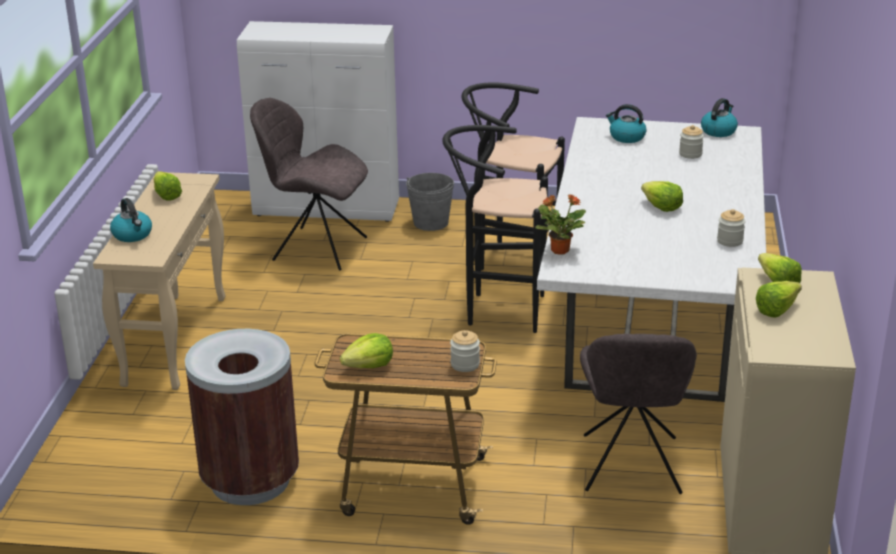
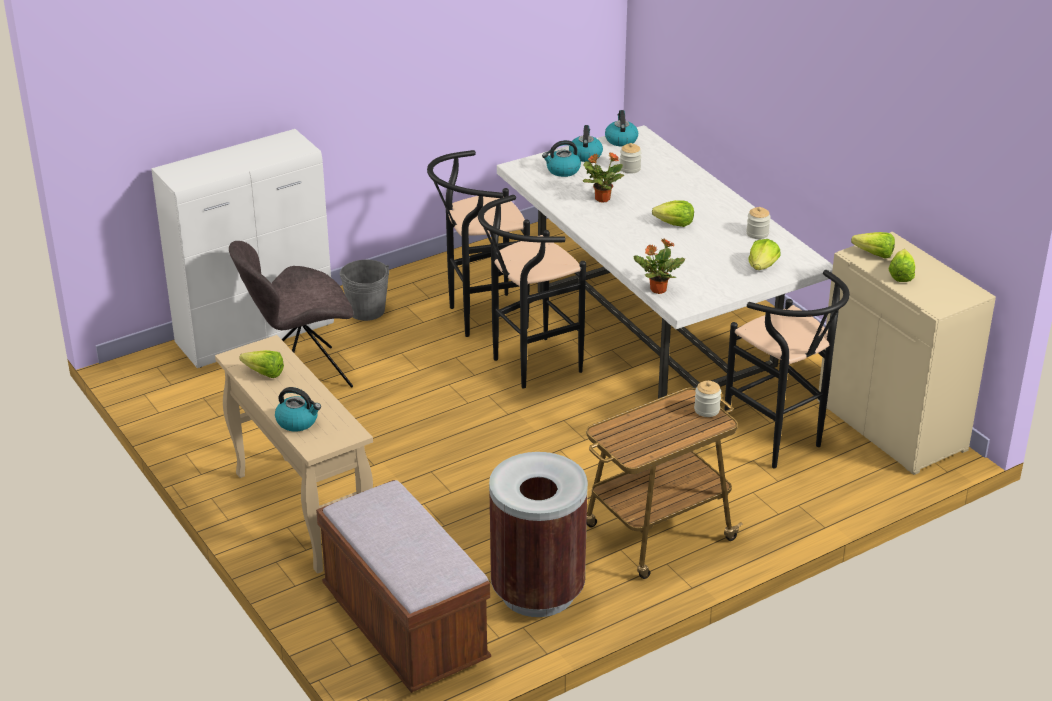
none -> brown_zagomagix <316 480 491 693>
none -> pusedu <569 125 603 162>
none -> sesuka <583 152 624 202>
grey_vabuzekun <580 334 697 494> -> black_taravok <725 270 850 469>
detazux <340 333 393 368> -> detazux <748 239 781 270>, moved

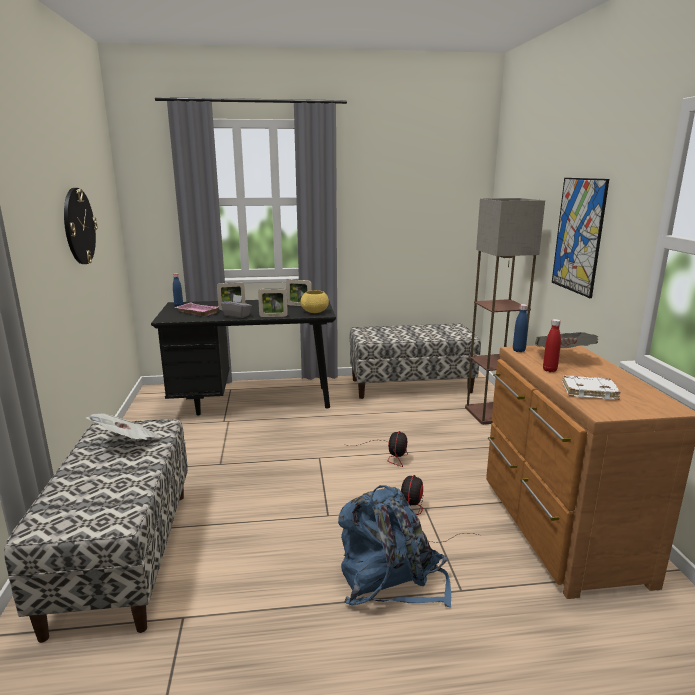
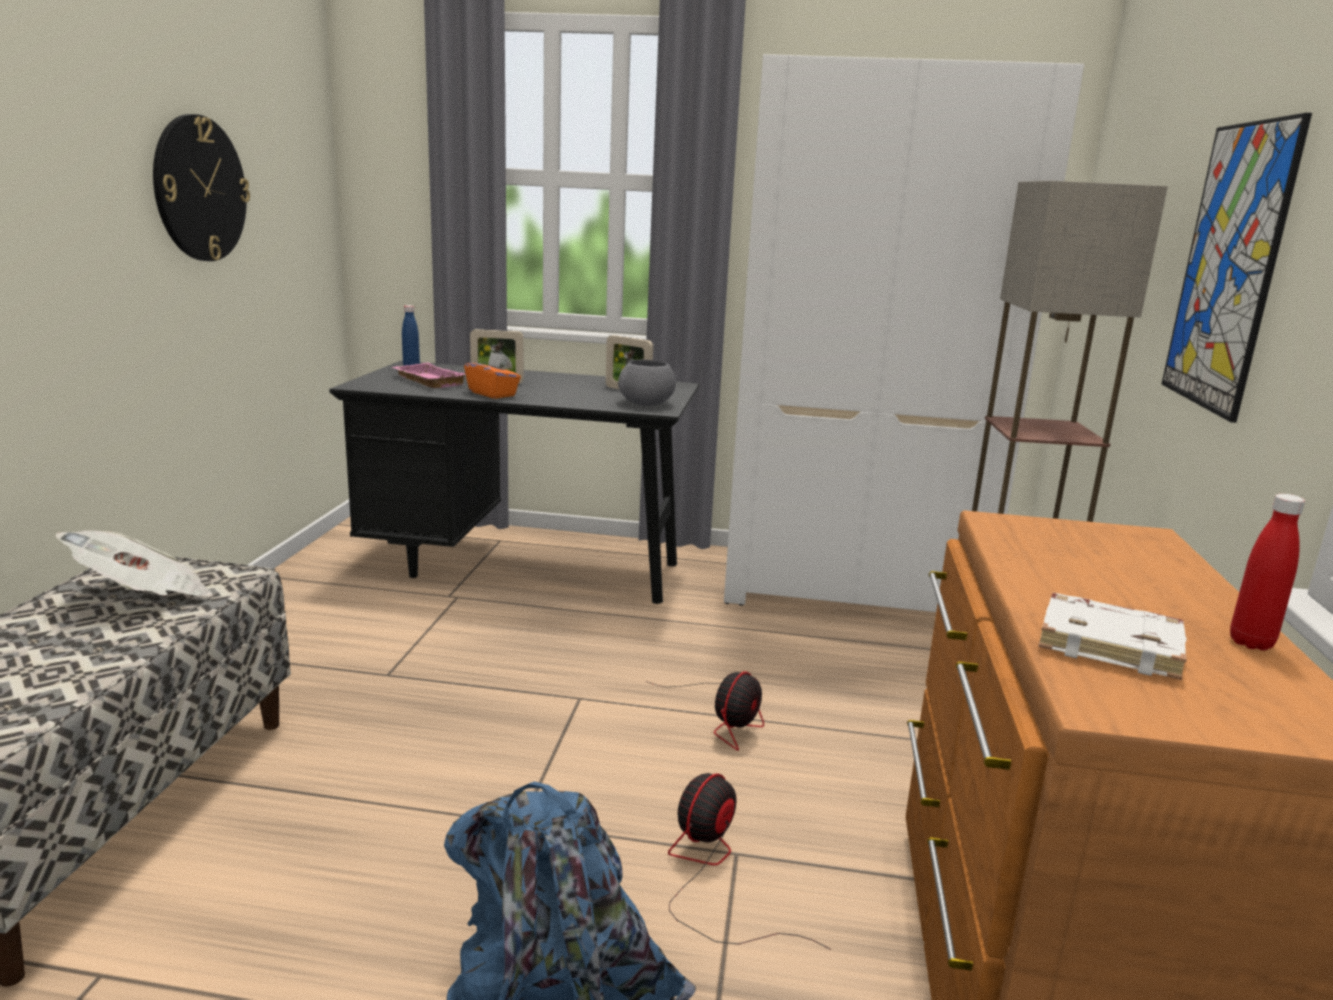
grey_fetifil <221 295 252 318> -> orange_fetifil <464 352 521 399>
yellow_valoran <300 290 329 313> -> grey_valoran <618 360 676 406>
zagomagix <350 323 481 399> -> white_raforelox <724 54 1084 612>
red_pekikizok <543 319 561 372> -> red_pekikizok <1230 494 1305 651>, moved
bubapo <258 289 288 317> -> none
blue_pekikizok <513 304 528 352> -> none
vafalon <535 332 598 348> -> none

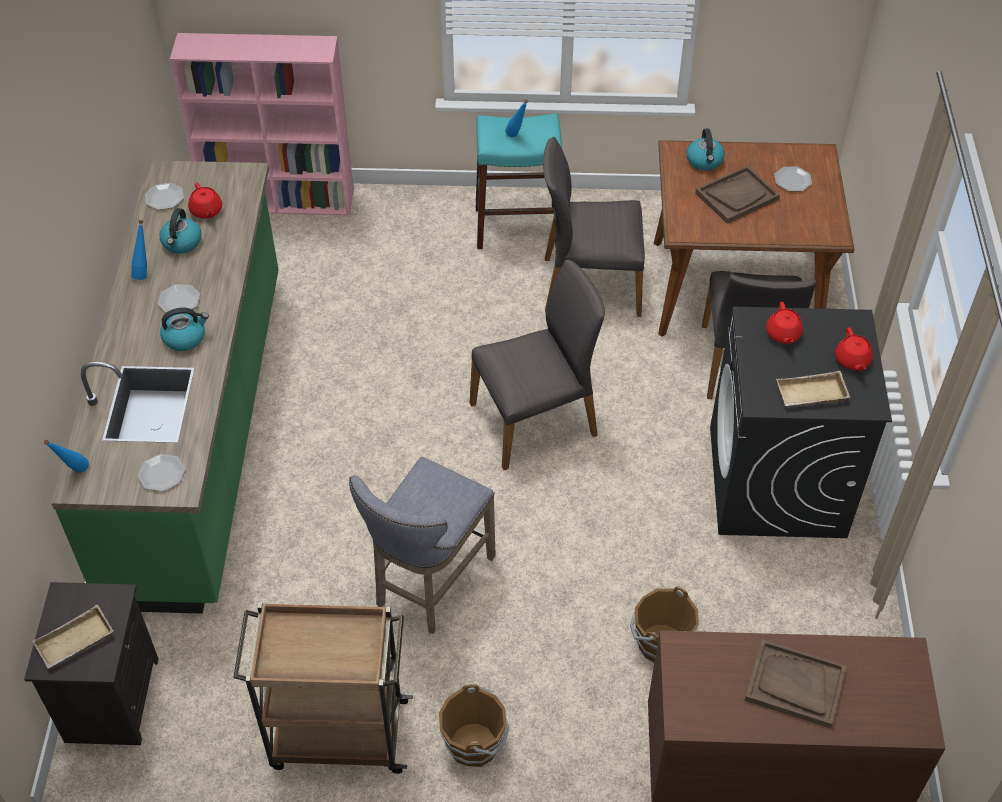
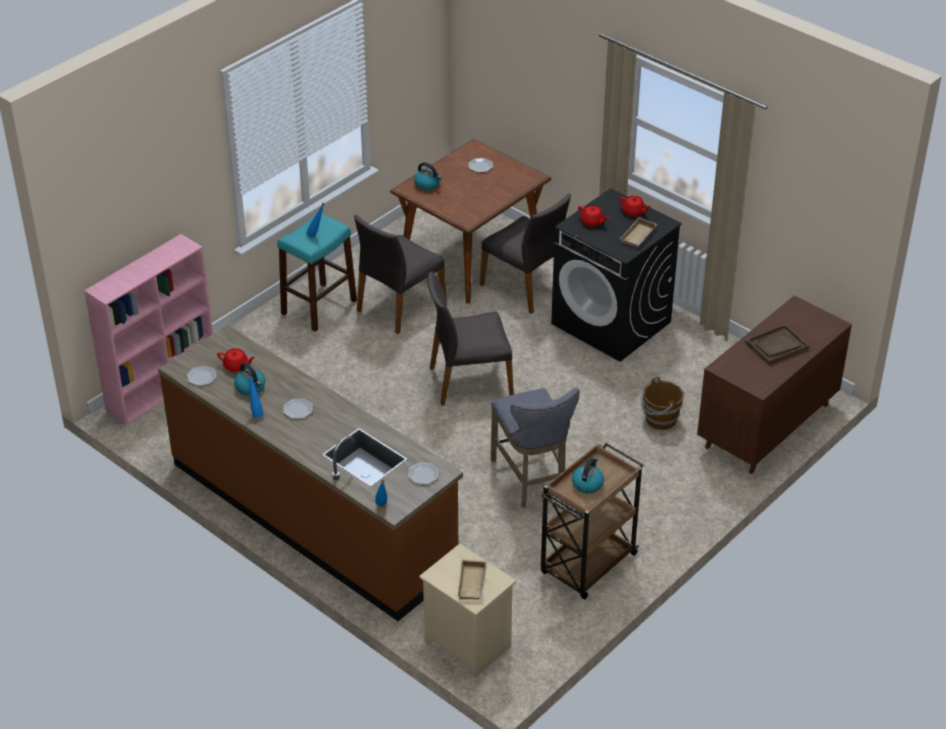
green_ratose <51 160 279 614> -> brown_ratose <158 325 463 621>
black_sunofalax <24 582 159 745> -> beige_sunofalax <419 544 516 678>
grey_vabuzekun <469 260 605 470> -> grey_vabuzekun <427 272 514 405>, 120 degrees counterclockwise
pusedu <160 307 209 351> -> pusedu <572 458 604 493>, moved
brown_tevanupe <439 684 509 767> -> none
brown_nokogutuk <695 165 780 224> -> none

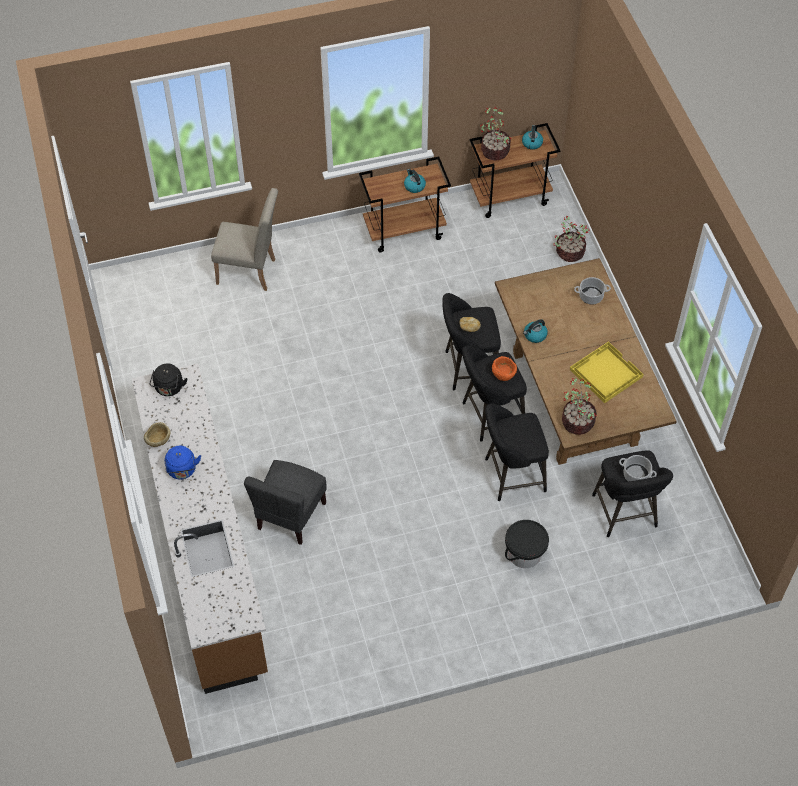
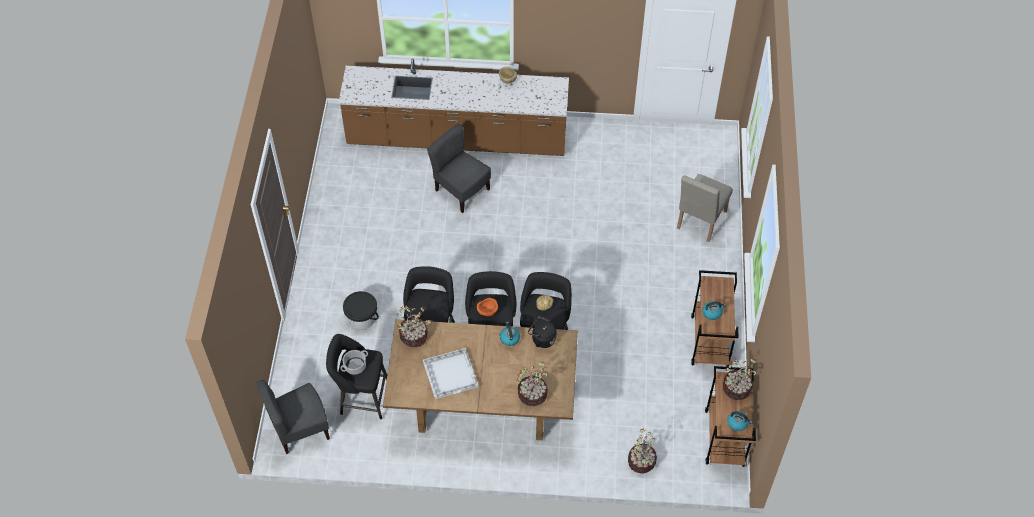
none -> grey_vabuzekun <257 380 330 454>
yellow_nokogutuk <570 341 644 403> -> white_nokogutuk <423 348 479 399>
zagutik <574 277 611 304> -> sesuka <517 361 549 406>
black_pusedu <149 363 188 396> -> black_pusedu <528 316 557 348>, moved
blue_pusedu <165 446 201 479> -> none

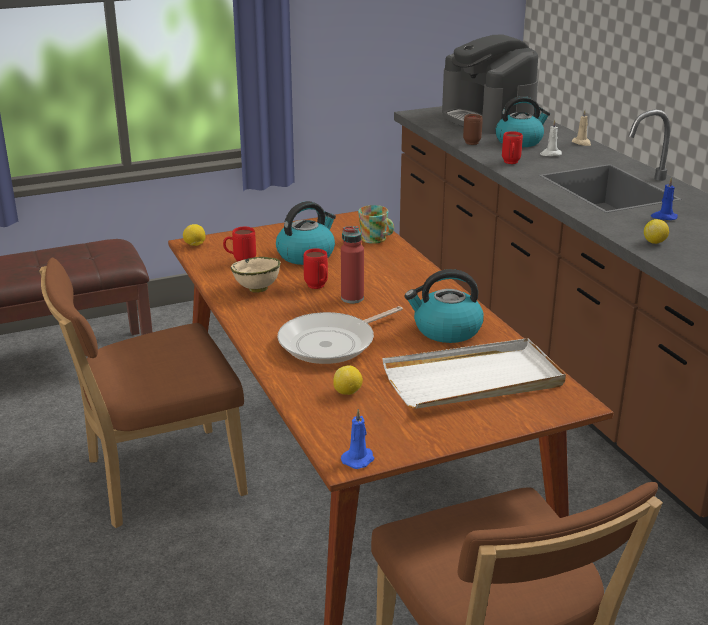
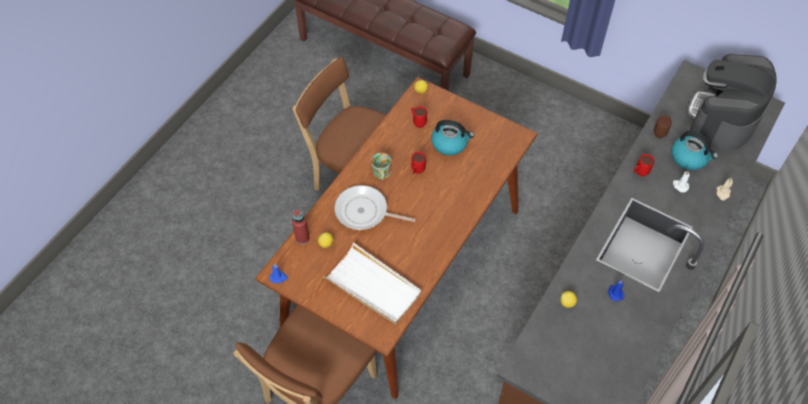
red_pekikizok <341 226 364 303> -> red_pekikizok <292 209 310 244>, moved
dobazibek <358 205 394 244> -> dobazibek <371 153 391 180>, moved
beige_valoran <231 257 281 292> -> none
pusedu <404 269 484 343> -> none

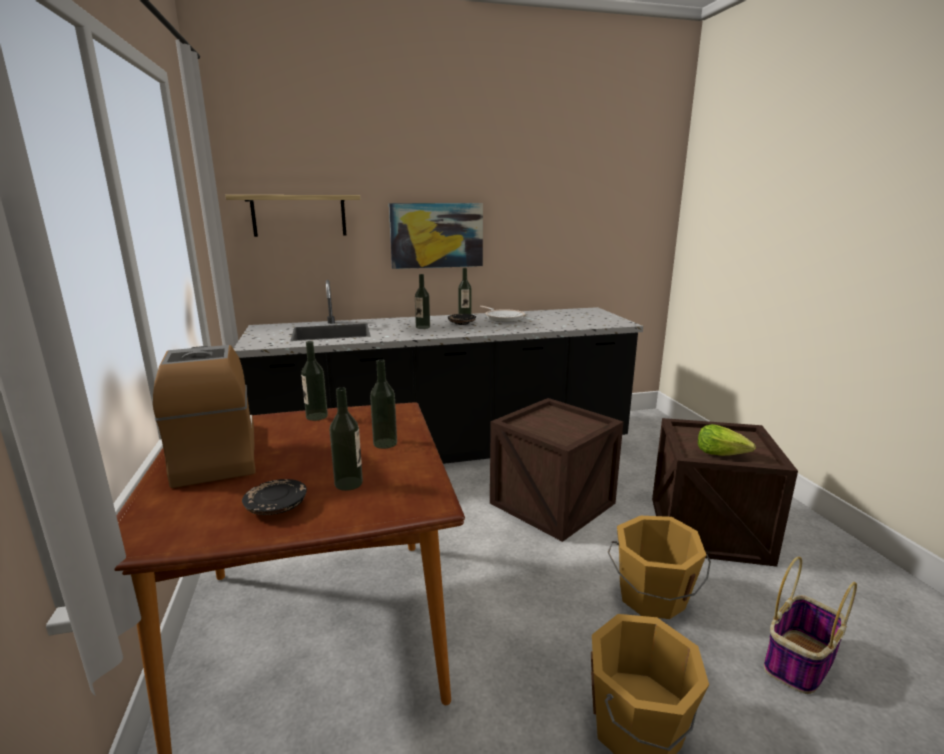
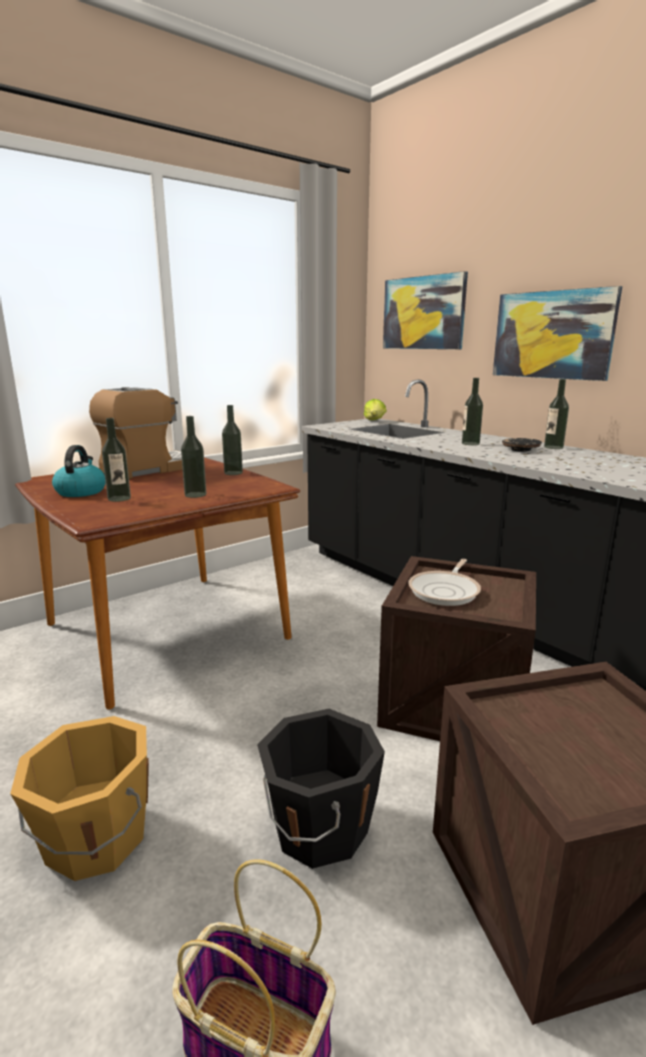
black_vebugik <242 479 307 515> -> pusedu <52 445 106 497>
orange_tevanupe <608 516 711 619> -> black_tevanupe <257 709 385 869>
detazux <698 424 756 456> -> detazux <364 399 386 420>, moved
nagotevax <225 195 360 237> -> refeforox <383 271 468 349>
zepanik <480 306 525 322> -> zepanik <408 559 481 606>, moved

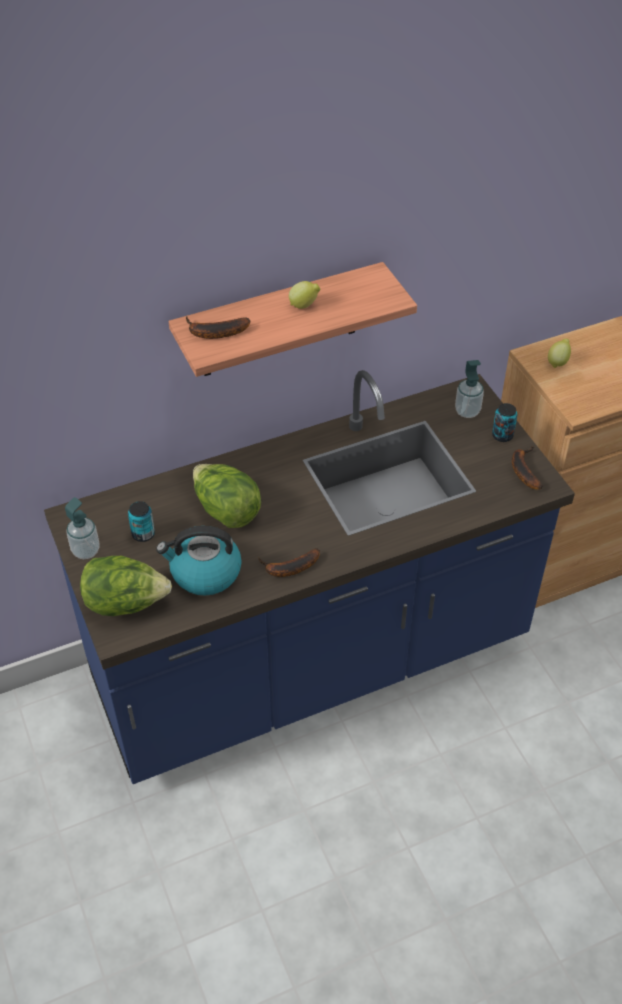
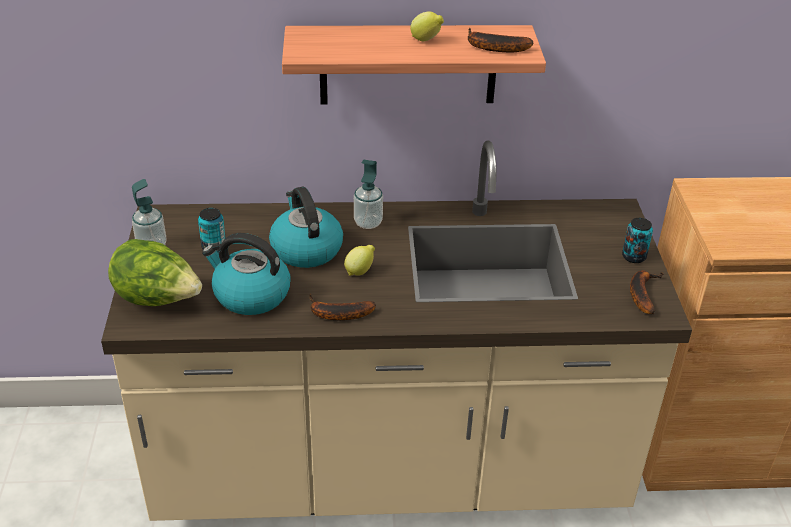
blue_ratose <44 370 575 784> -> beige_ratose <101 141 692 521>
detazux <193 464 261 528> -> pusedu <269 187 343 268>
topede <548 339 571 368> -> topede <344 245 375 276>, moved
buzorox <455 360 484 418> -> buzorox <354 160 383 229>, moved
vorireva <186 316 250 339> -> vorireva <468 28 533 52>, moved

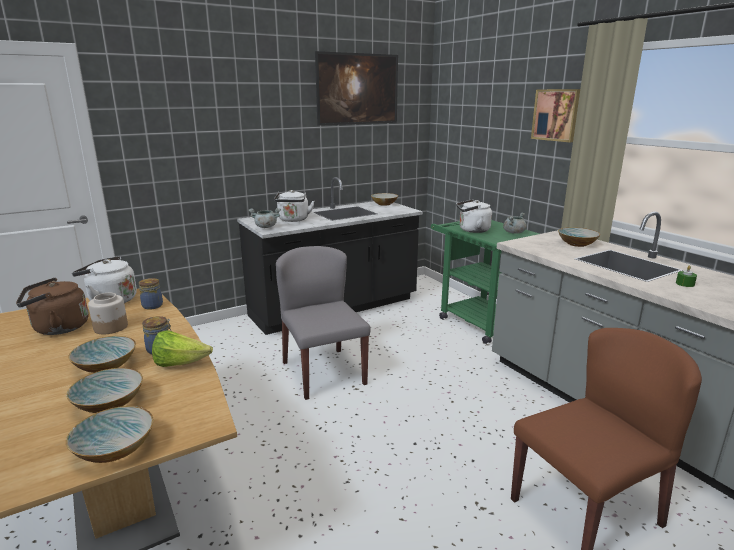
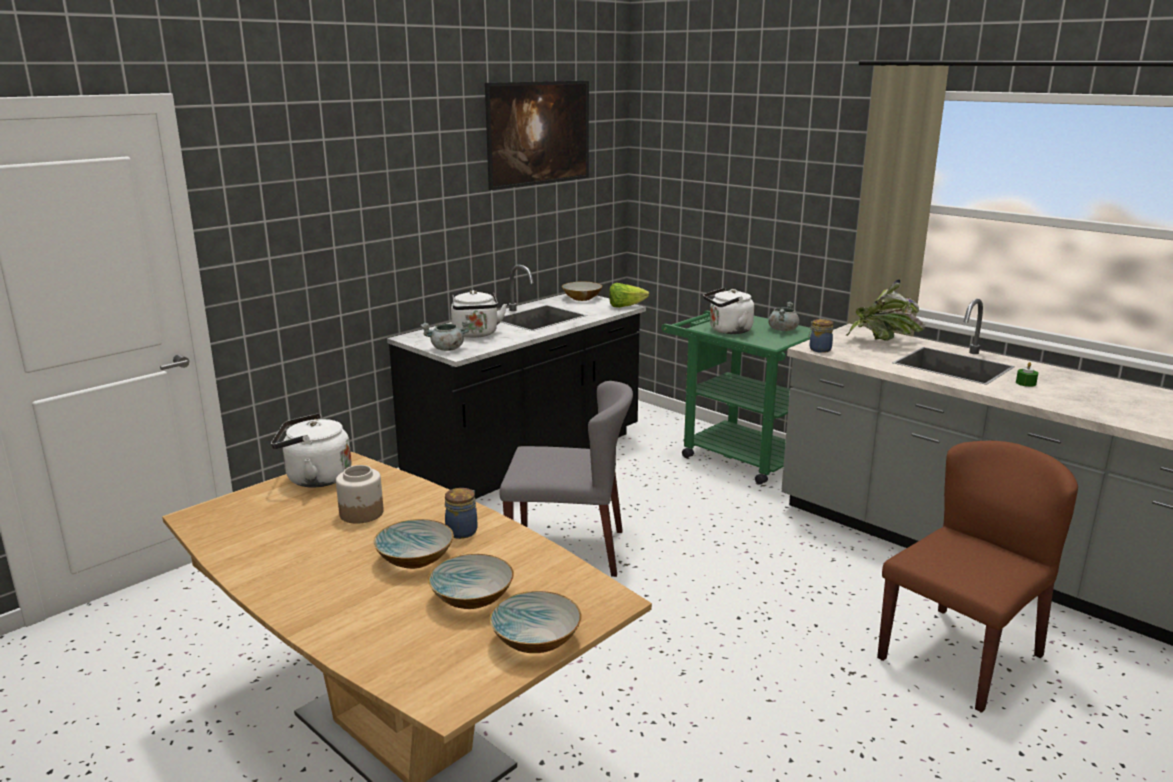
grey_vabuzekun <276 246 371 400> -> grey_vabuzekun <500 381 633 577>, 135 degrees clockwise
detazux <152 330 213 367> -> detazux <609 283 649 308>, moved
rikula <139 278 163 310> -> rikula <809 319 834 353>, moved
valoran <558 227 600 247> -> sesuka <846 280 925 341>
brown_pusedu <16 278 89 335> -> none
refeforox <531 89 580 142> -> none

